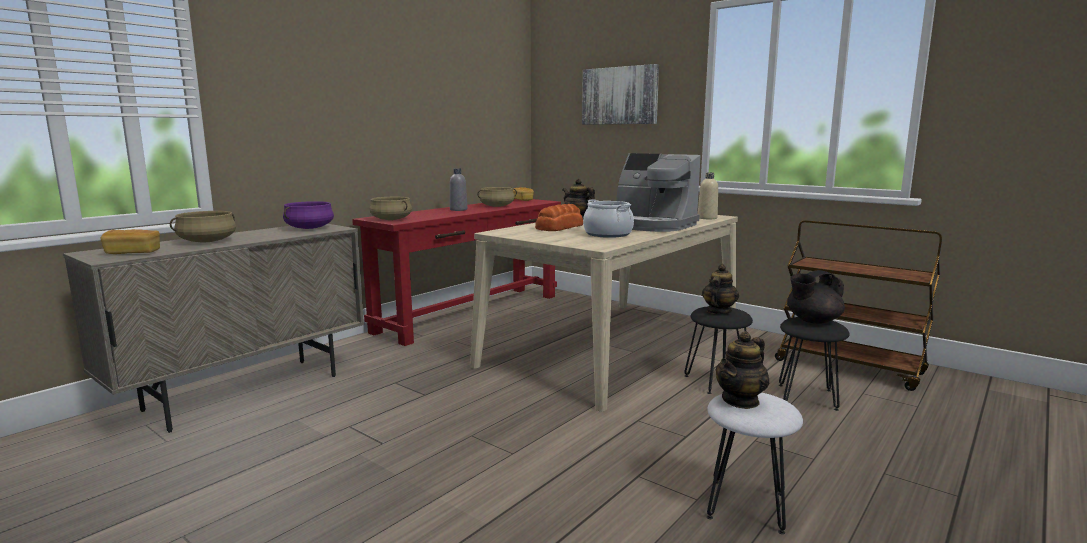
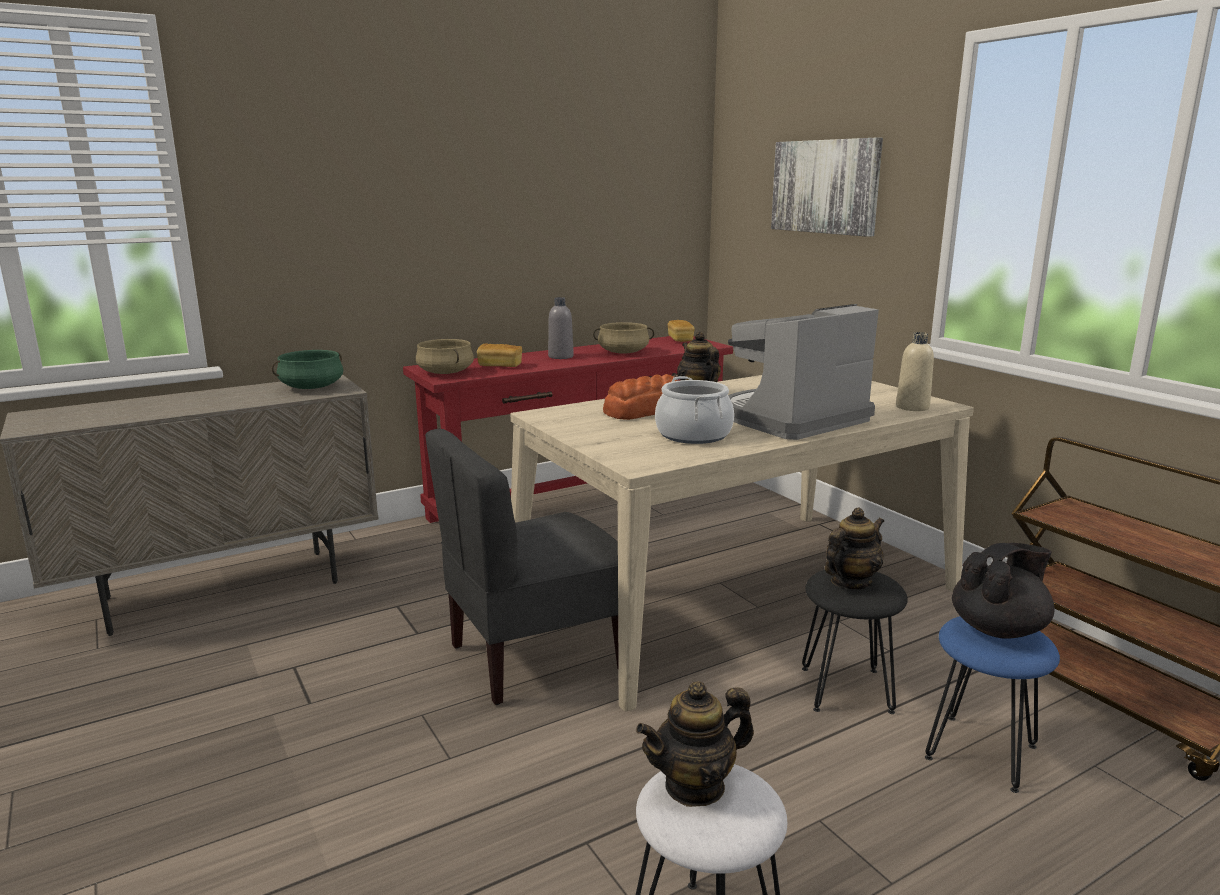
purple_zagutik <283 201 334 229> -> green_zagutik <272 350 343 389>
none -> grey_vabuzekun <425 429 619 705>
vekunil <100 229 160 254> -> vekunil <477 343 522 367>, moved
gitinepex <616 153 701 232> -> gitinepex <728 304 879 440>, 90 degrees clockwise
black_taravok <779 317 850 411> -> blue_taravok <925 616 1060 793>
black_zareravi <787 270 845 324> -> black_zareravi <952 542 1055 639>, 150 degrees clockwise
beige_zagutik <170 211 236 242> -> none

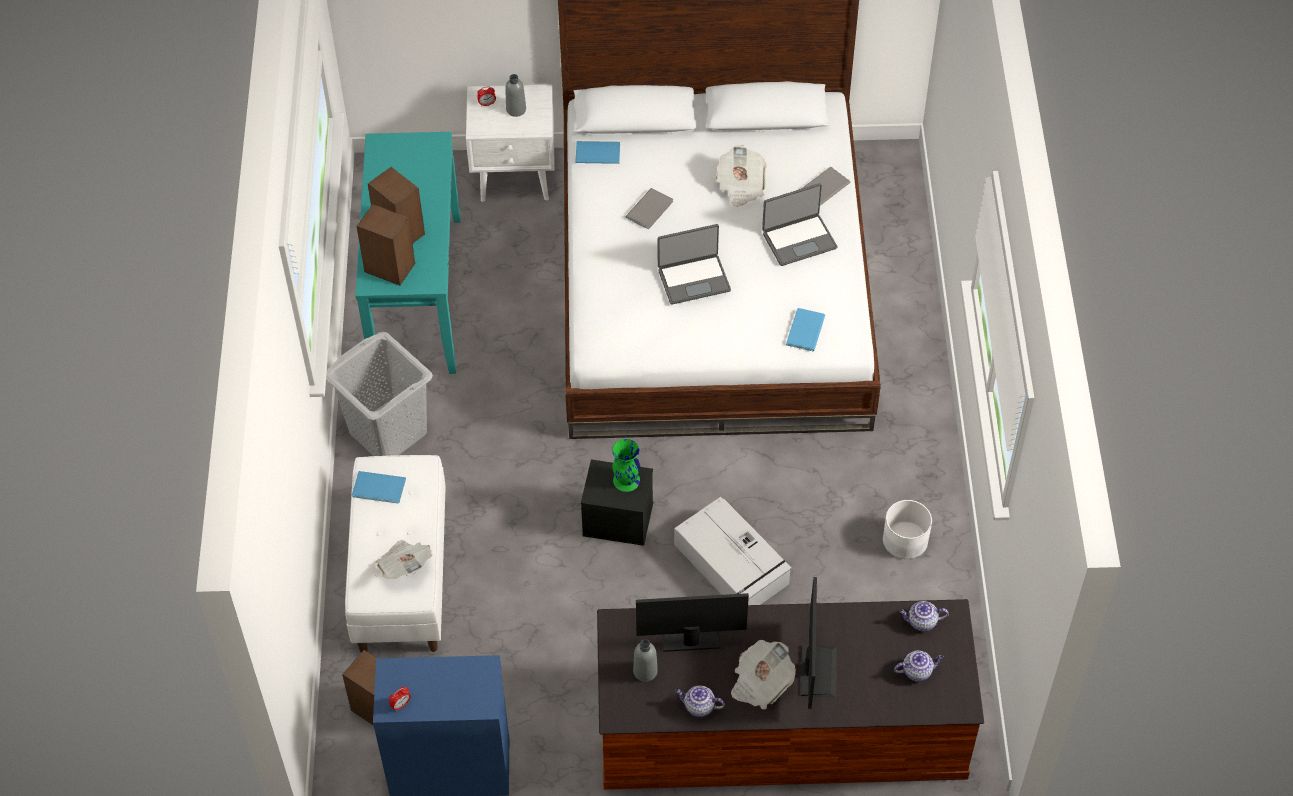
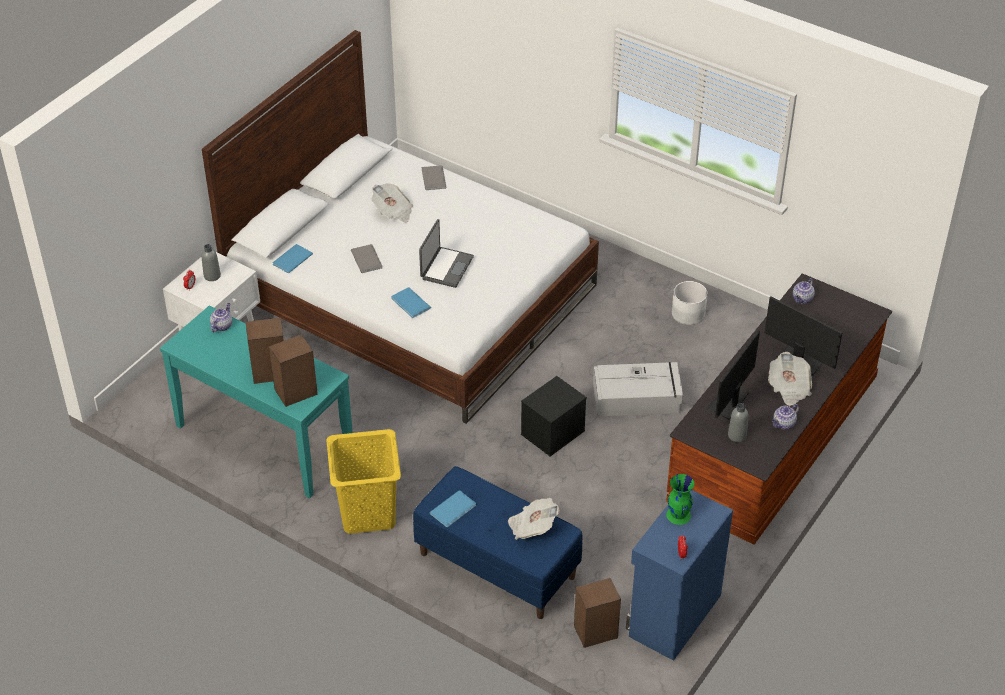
zareravi <894 651 944 682> -> zareravi <210 303 233 332>, moved
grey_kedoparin <326 332 433 456> -> yellow_kedoparin <326 429 401 534>
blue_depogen <786 308 825 351> -> blue_depogen <391 287 431 318>, moved
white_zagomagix <345 455 446 653> -> blue_zagomagix <413 466 583 619>
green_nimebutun <612 439 640 492> -> green_nimebutun <667 474 695 525>, moved
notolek <762 183 837 266> -> none

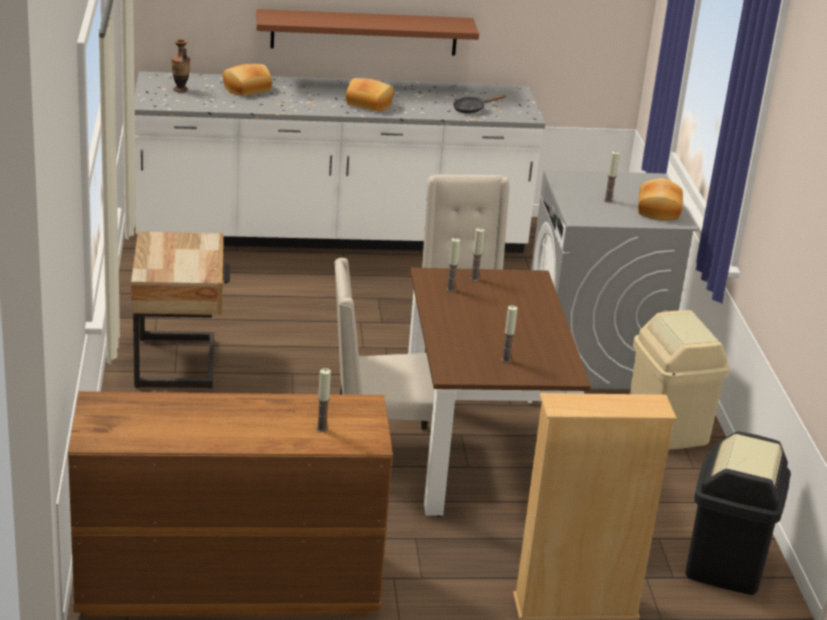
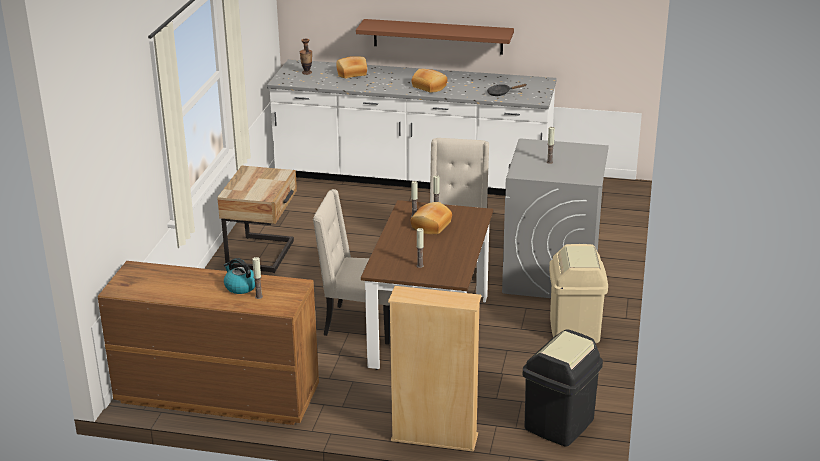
none -> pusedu <224 258 255 294>
vekunil <638 178 683 221> -> vekunil <411 202 452 234>, moved

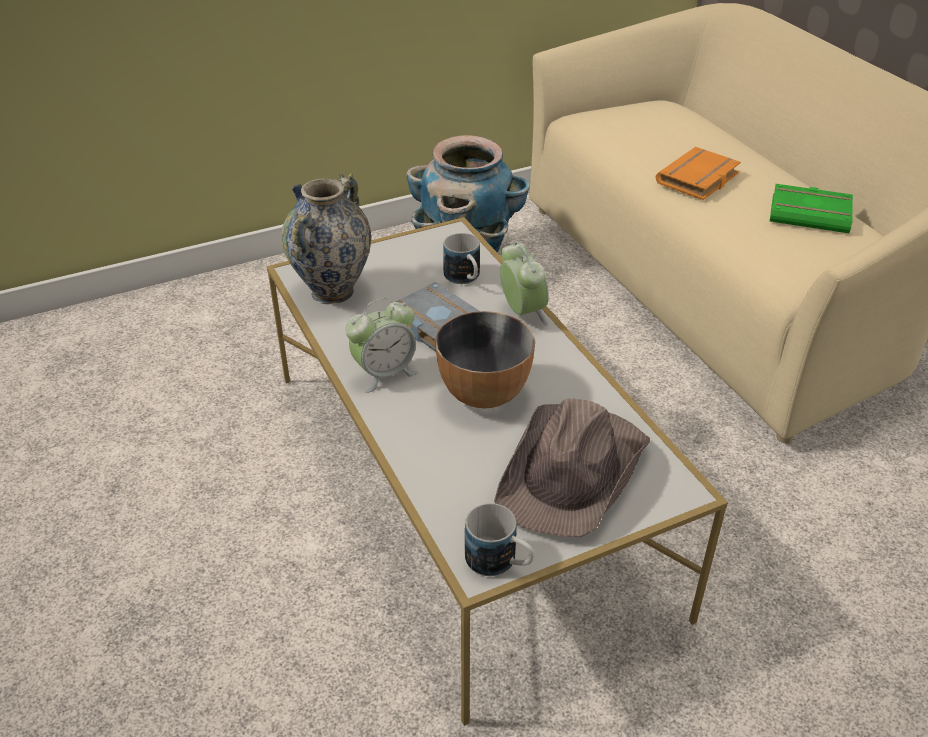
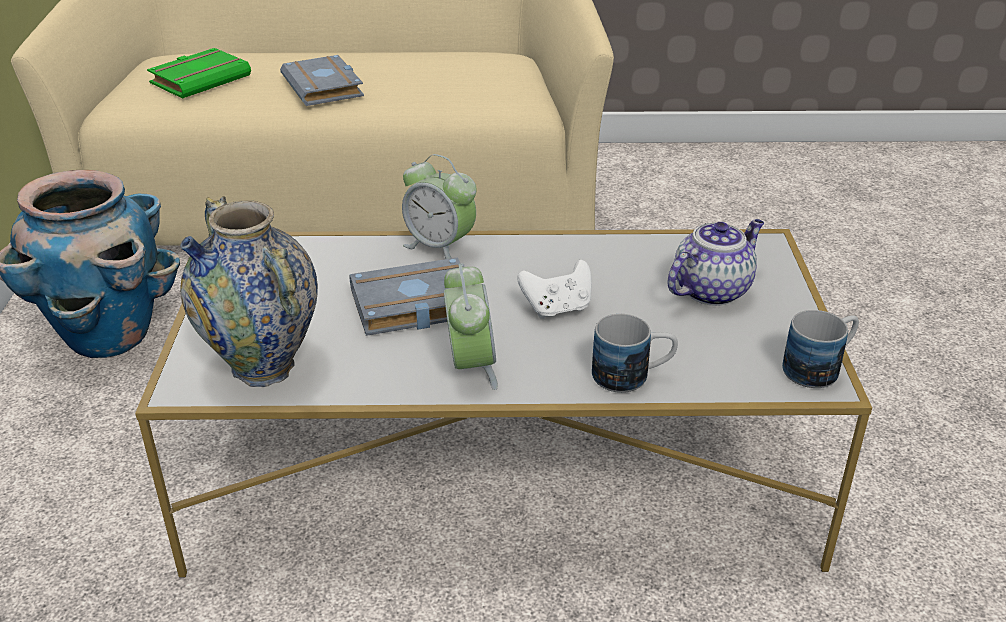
green_depogen <770 184 853 233> -> green_depogen <147 48 251 99>, moved
orange_depogen <655 147 741 200> -> grey_depogen <280 55 364 106>
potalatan <500 242 549 325> -> potalatan <402 154 477 259>, 150 degrees counterclockwise
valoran <435 311 535 409> -> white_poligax <517 260 592 319>
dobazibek <443 233 480 284> -> dobazibek <592 314 678 393>, moved
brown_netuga <494 398 650 538> -> zareravi <667 219 764 306>

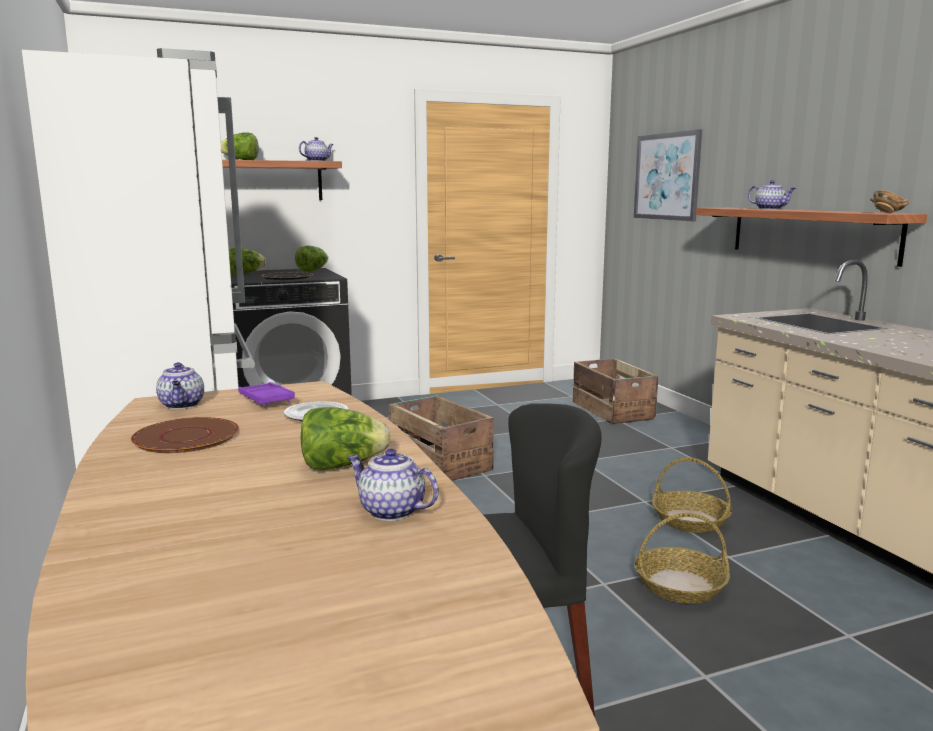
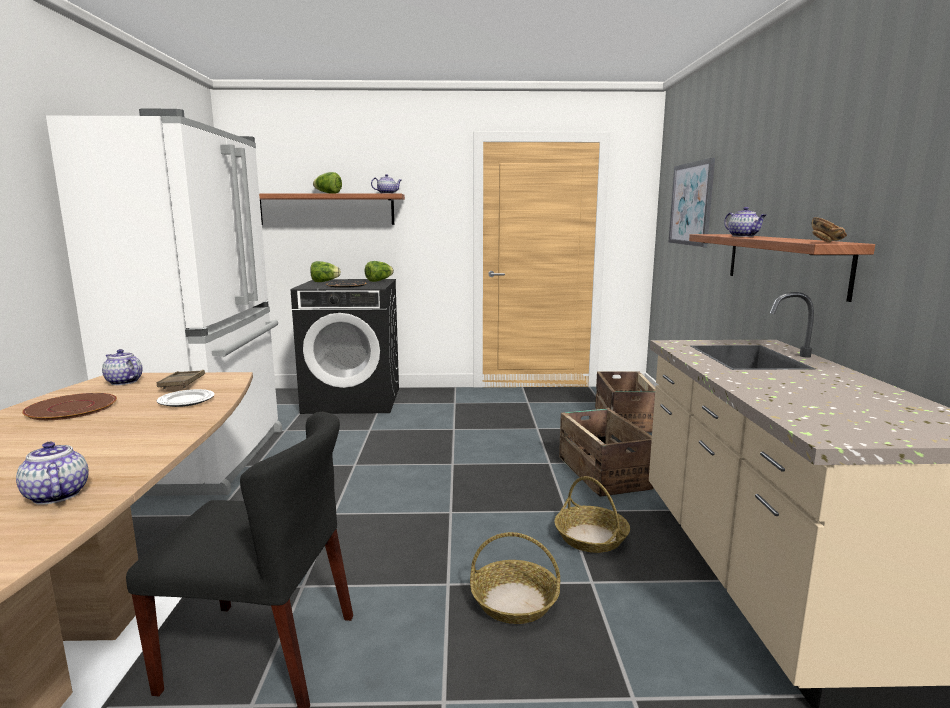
zareravi <156 362 204 409> -> zareravi <102 349 143 385>, 120 degrees clockwise
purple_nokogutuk <238 382 295 406> -> brown_nokogutuk <156 370 205 389>
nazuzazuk <389 395 494 481> -> nazuzazuk <559 408 654 497>, moved
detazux <300 407 390 470> -> none

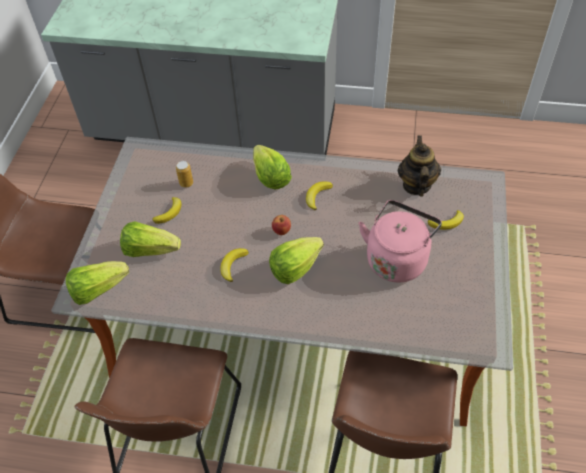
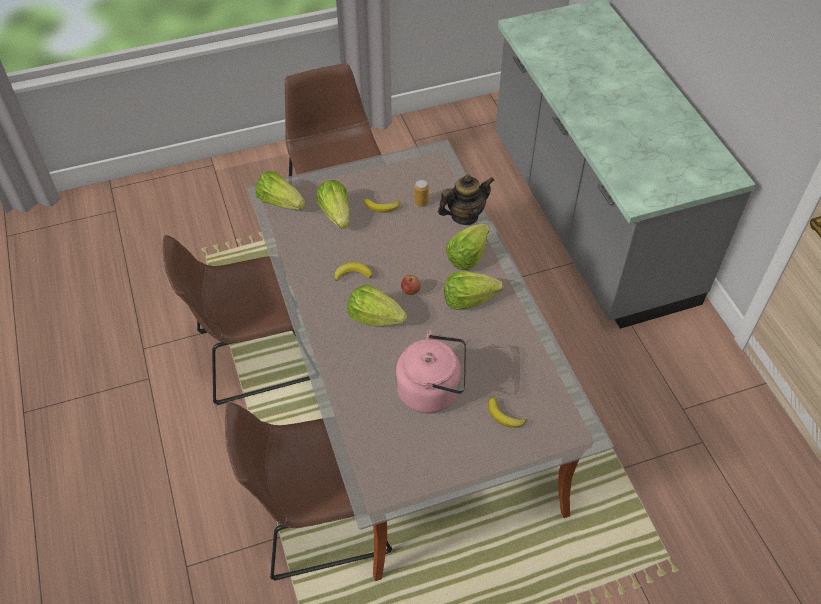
zareravi <398 135 441 197> -> zareravi <438 175 495 225>, moved
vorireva <306 181 333 210> -> detazux <444 271 503 310>

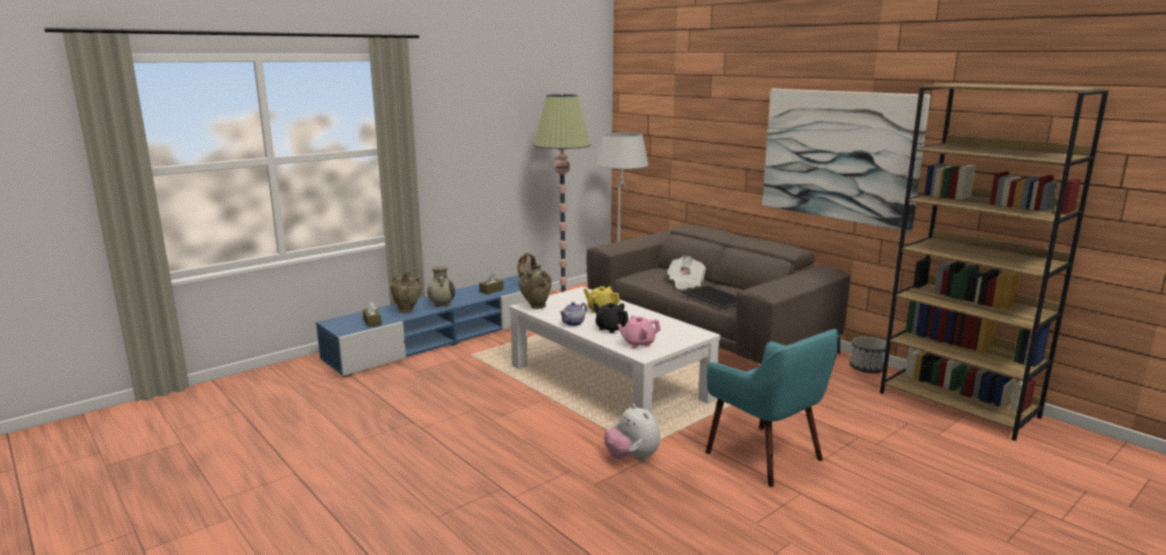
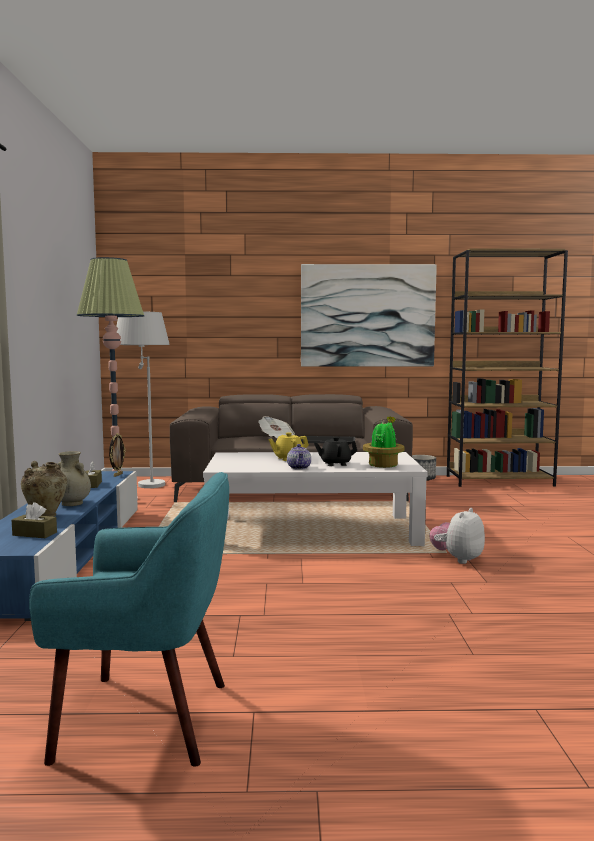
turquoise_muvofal <706 329 839 487> -> turquoise_muvofal <29 472 229 767>, moved
pink_zareravi <617 315 661 348> -> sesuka <363 416 404 468>
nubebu <604 404 660 461> -> nubebu <429 508 485 564>, 120 degrees clockwise
beige_nimebutun <518 265 552 309> -> none

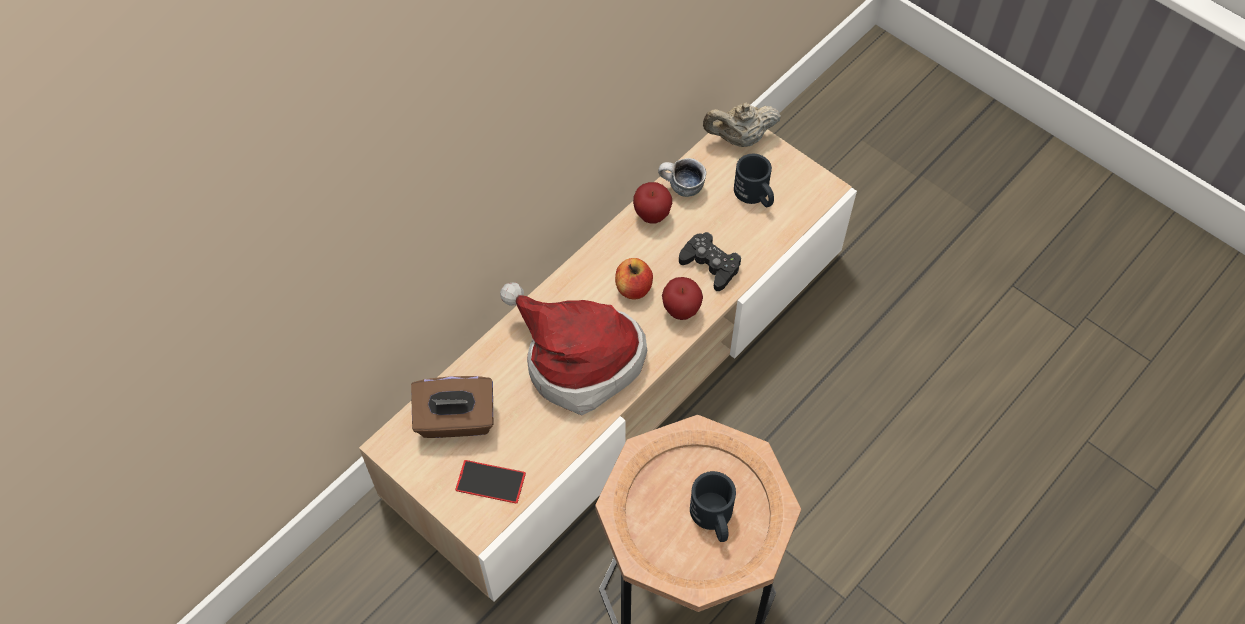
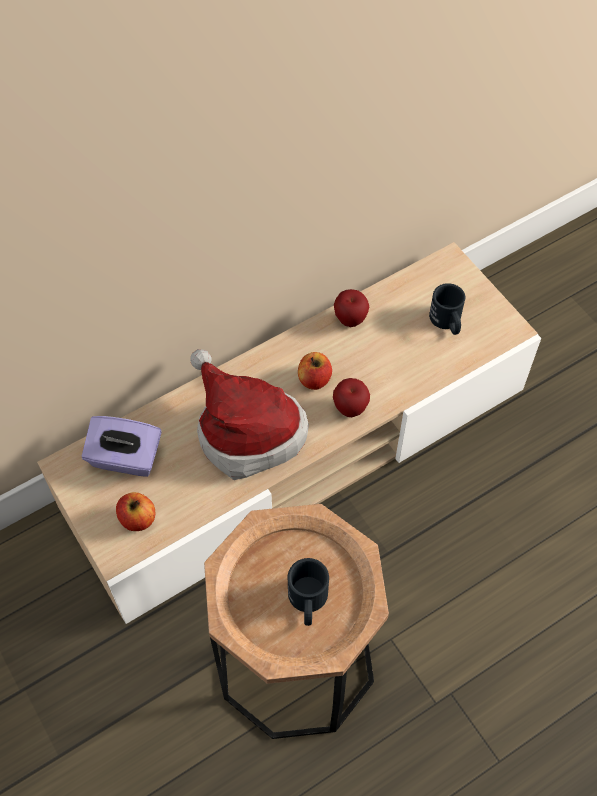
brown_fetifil <411 376 493 438> -> purple_fetifil <82 416 162 477>
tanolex <455 460 526 503> -> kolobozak <116 492 156 531>
dobazibek <658 158 706 197> -> none
black_poligax <679 232 741 291> -> none
beige_zareravi <703 103 781 147> -> none

